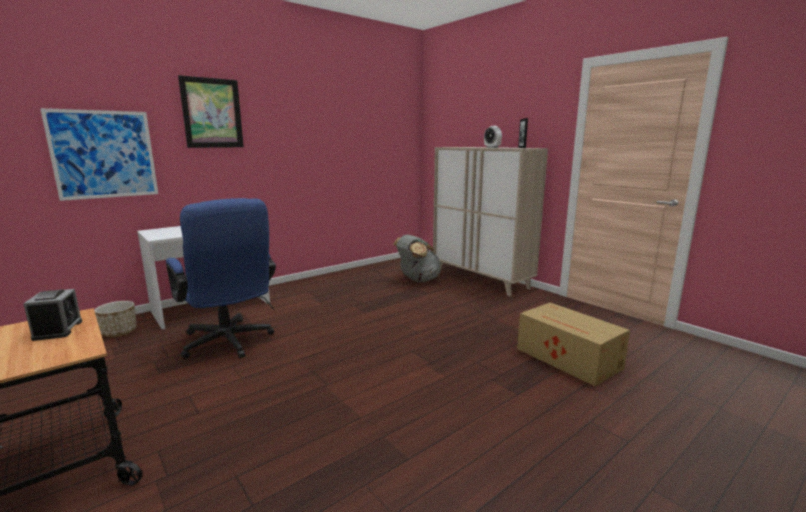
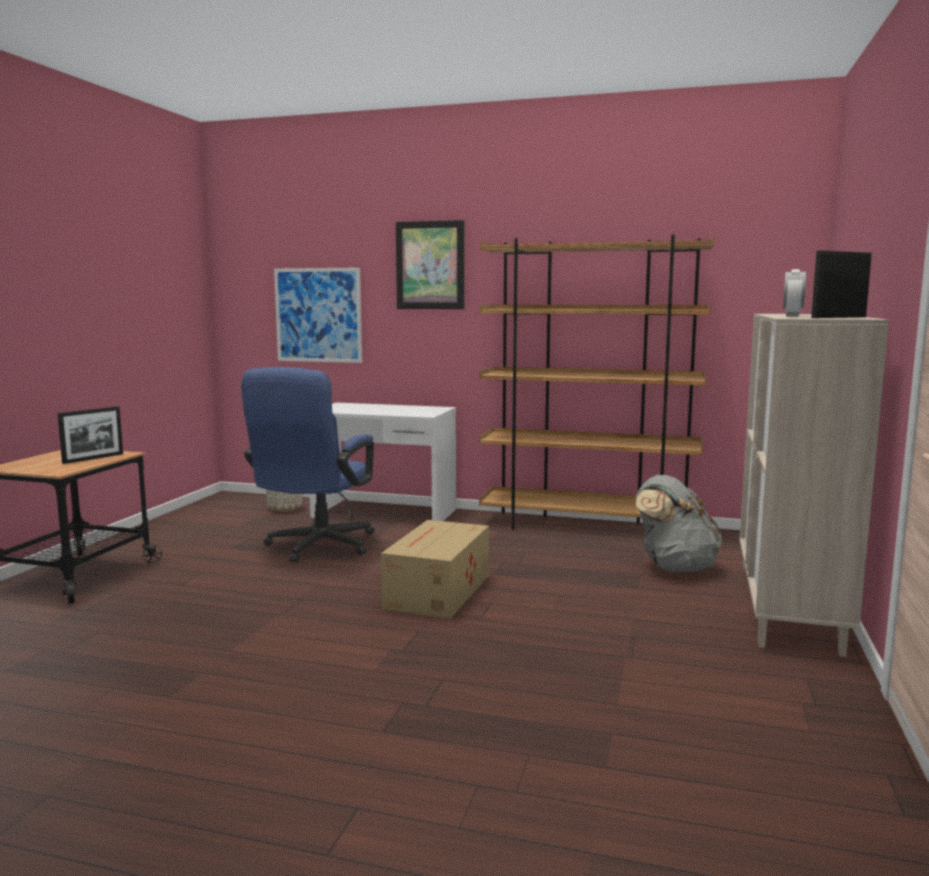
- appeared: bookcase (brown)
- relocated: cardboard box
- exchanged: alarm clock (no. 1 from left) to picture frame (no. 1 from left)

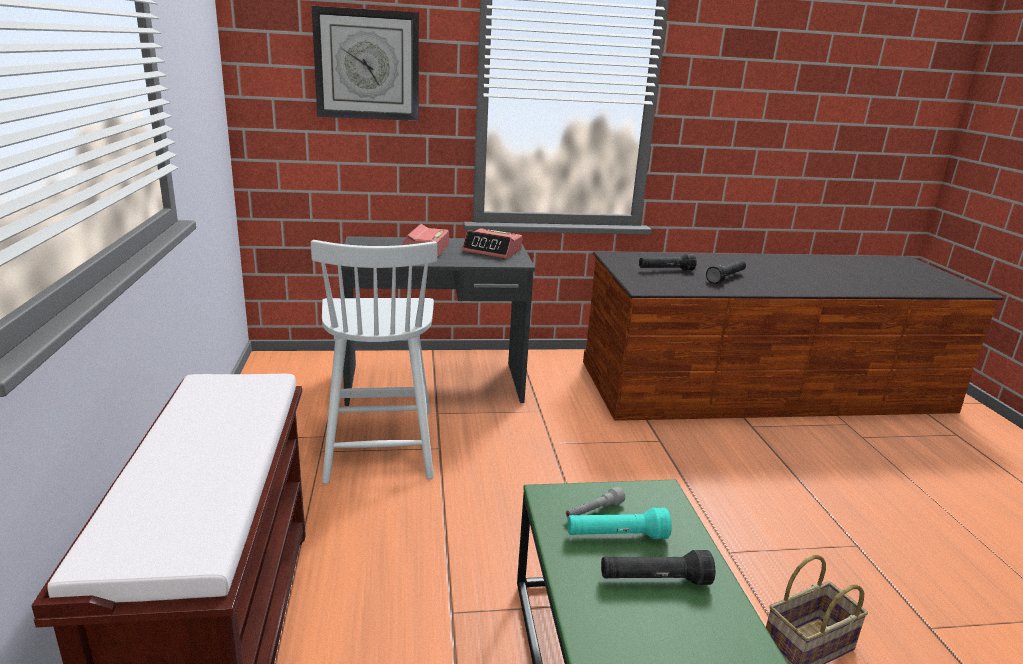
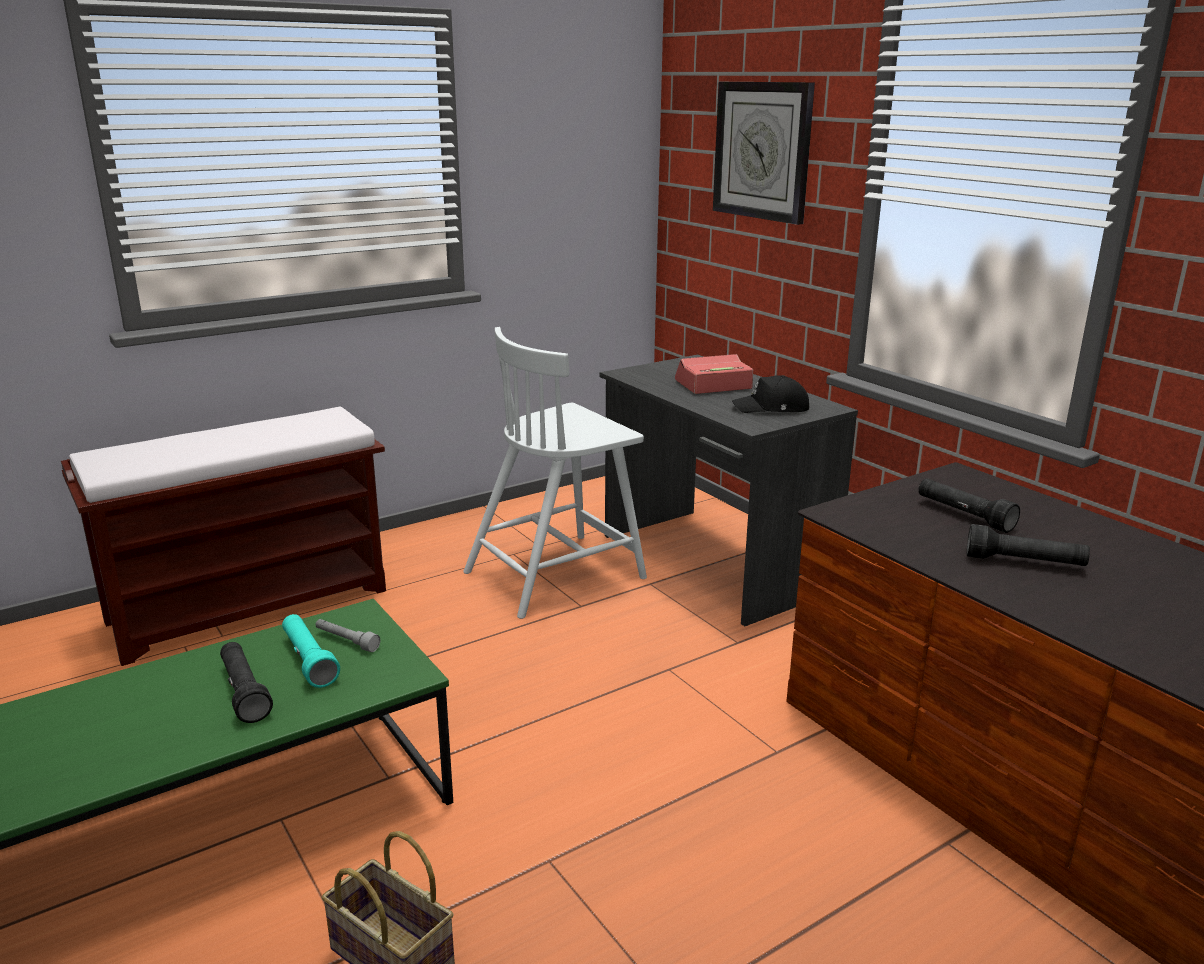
- exchanged: alarm clock (no. 2 from left) to cap (black)

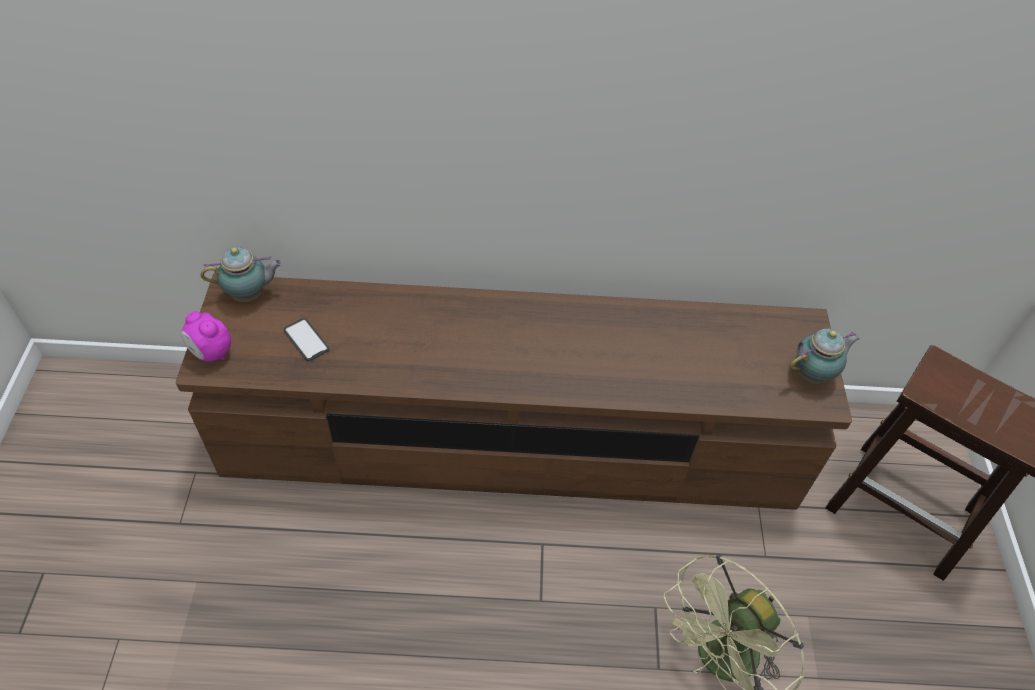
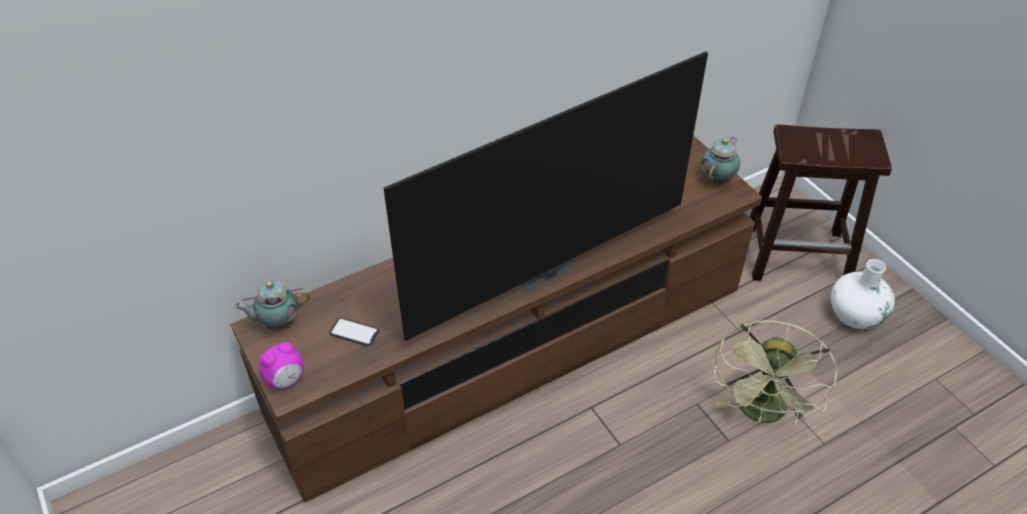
- appeared: television
- appeared: vase (white)
- spun: alarm clock 45 degrees counterclockwise
- spun: teapot (no. 1 from left) 150 degrees counterclockwise

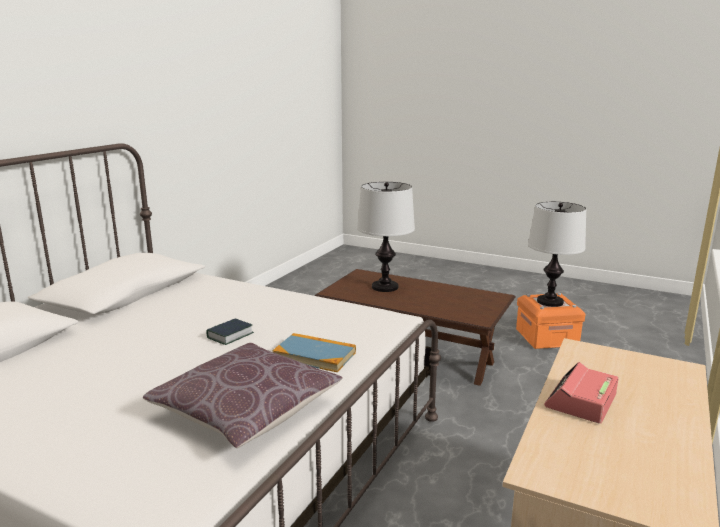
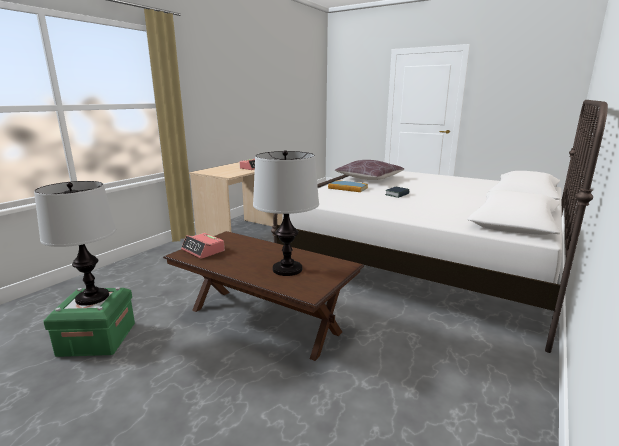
- appeared: alarm clock (no. 1 from left)
- colour: storage box (orange) to storage box (green)

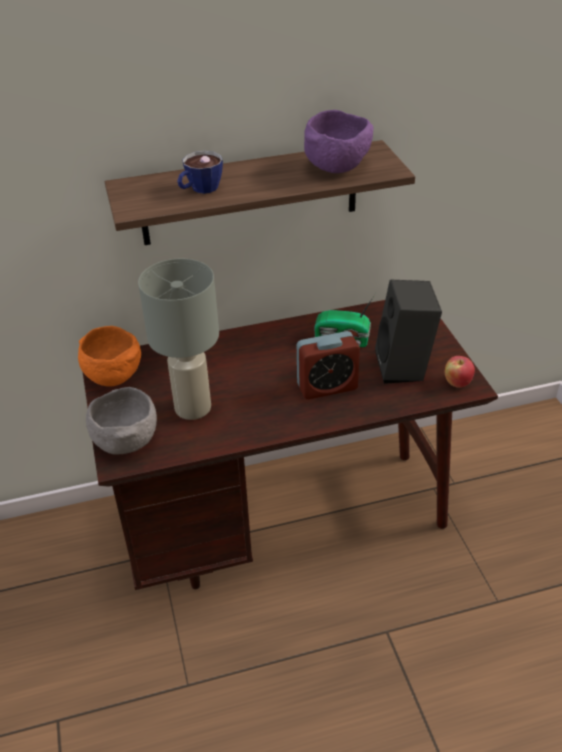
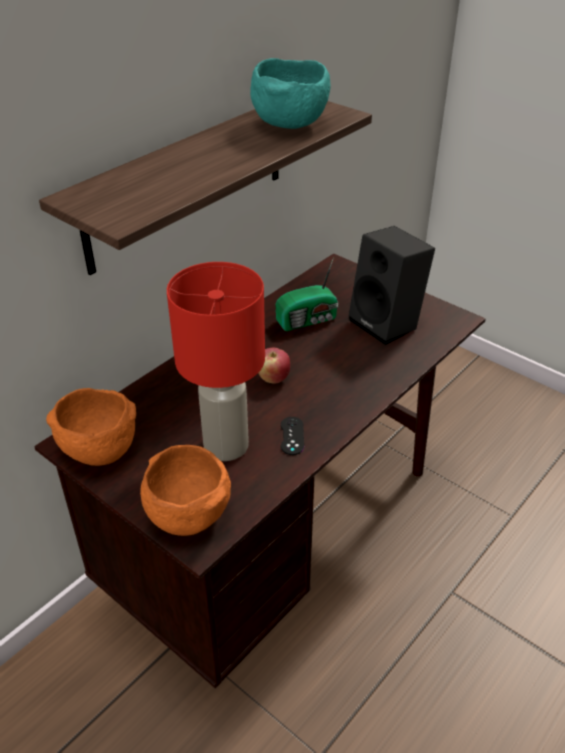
- missing: cup
- missing: alarm clock
- appeared: game controller (black)
- relocated: apple
- colour: bowl (grey) to bowl (orange) (no. 2 from left)
- colour: table lamp (grey) to table lamp (red)
- colour: bowl (purple) to bowl (turquoise)

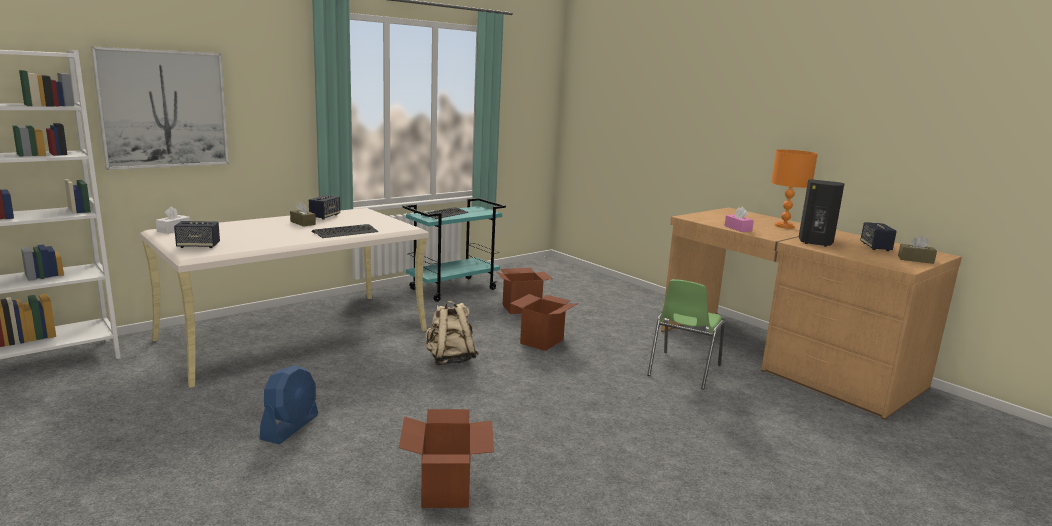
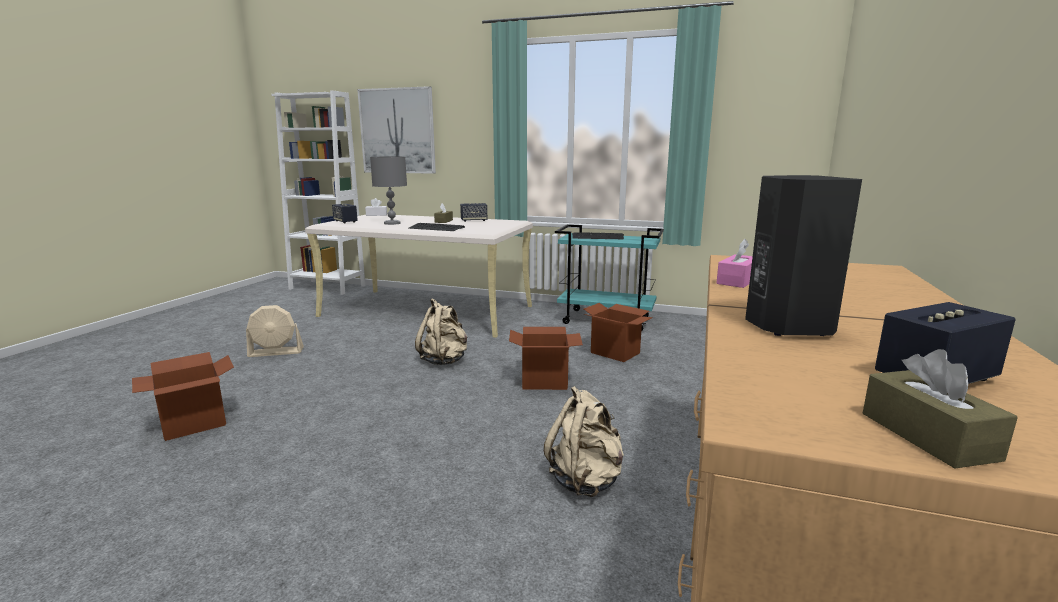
- missing: table lamp (orange)
- appeared: table lamp (grey)
- exchanged: chair (green) to backpack (beige) (no. 2 from left)
- colour: fan (blue) to fan (beige)

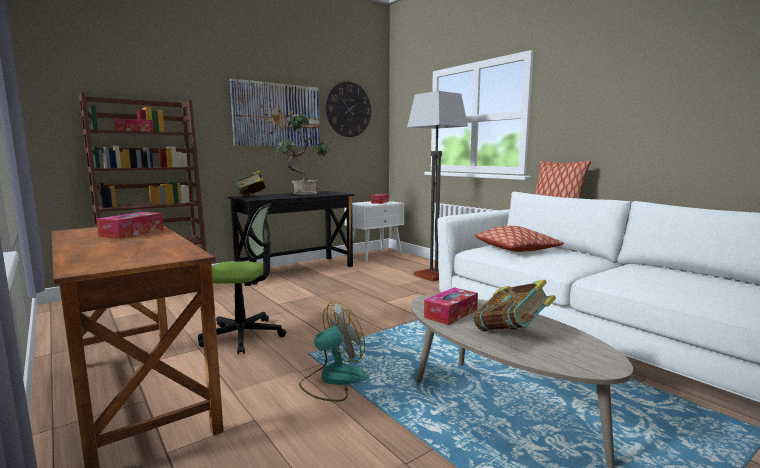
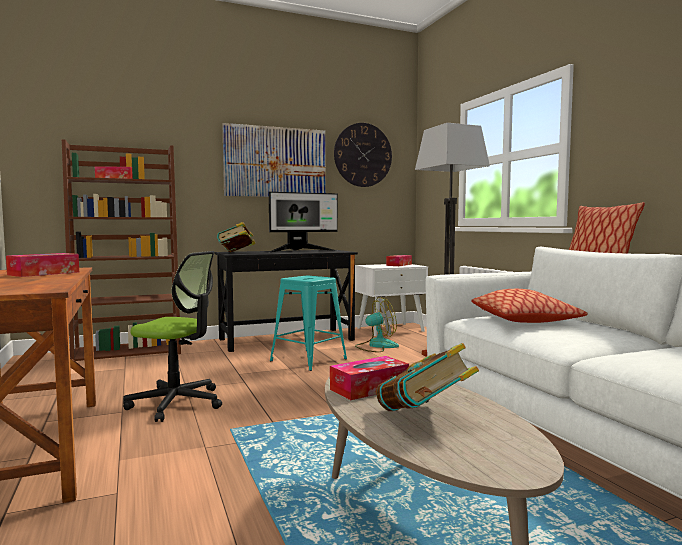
- appeared: stool (turquoise)
- relocated: fan
- exchanged: potted plant to monitor

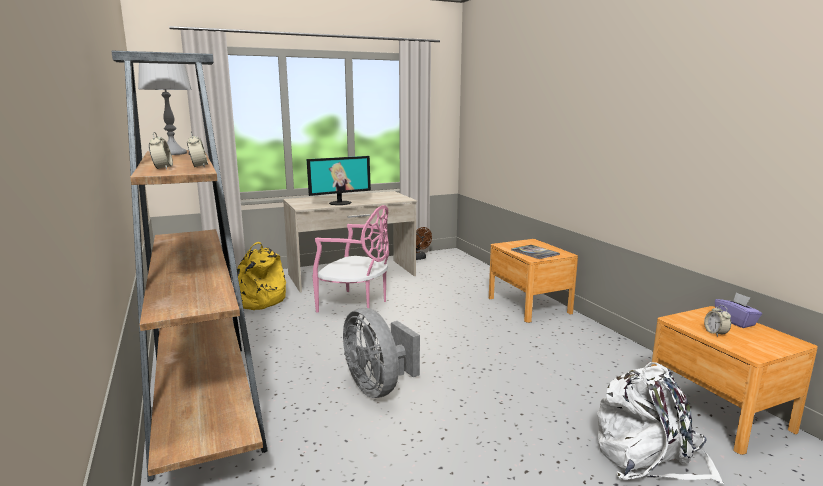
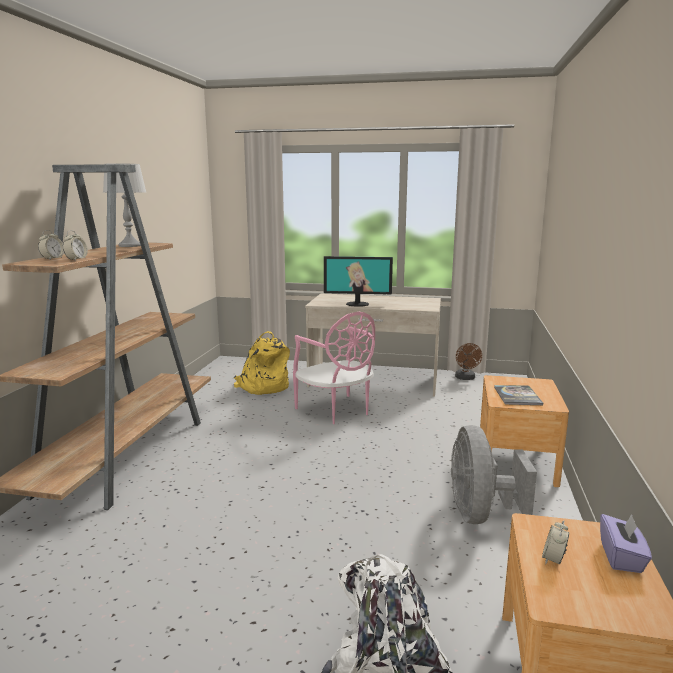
- relocated: fan (grey)

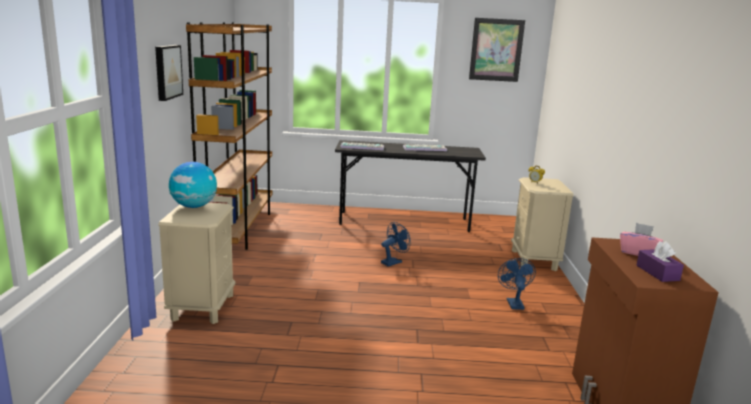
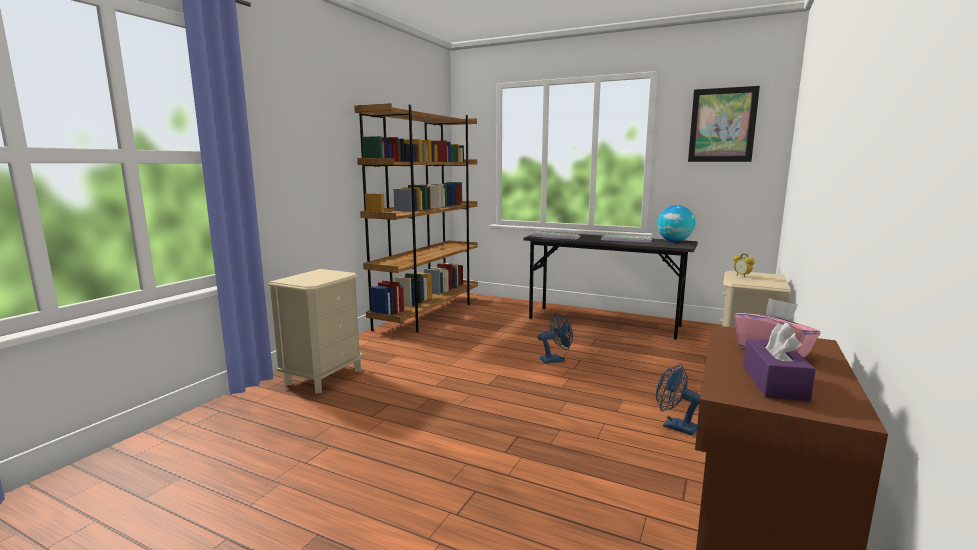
- missing: picture (no. 1 from left)
- relocated: globe
- spun: fan (blue) (no. 2 from left) 75 degrees counterclockwise

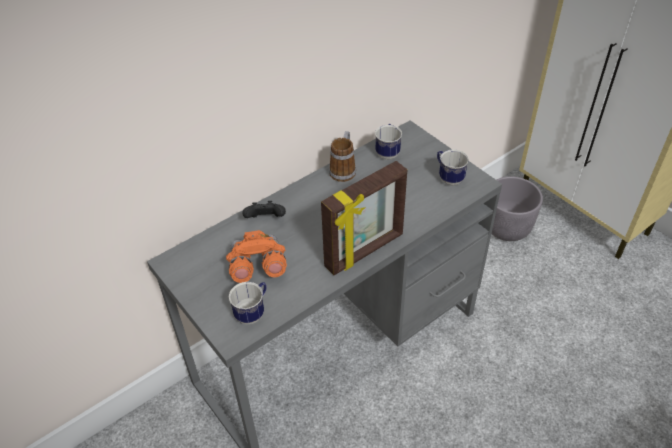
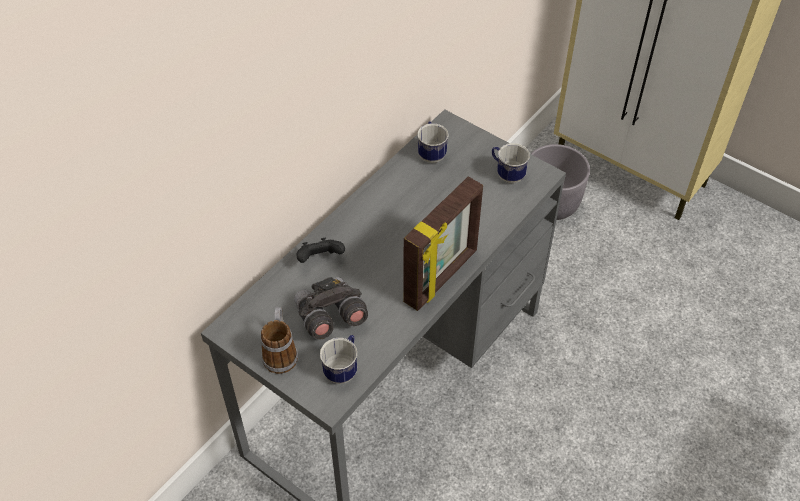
- relocated: mug (no. 2 from left in the first image) to mug (no. 1 from left)
- colour: binoculars (orange) to binoculars (grey)

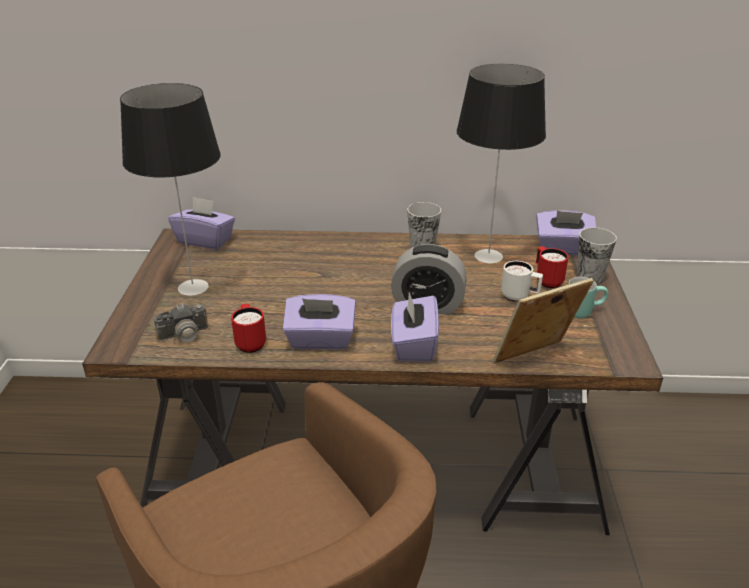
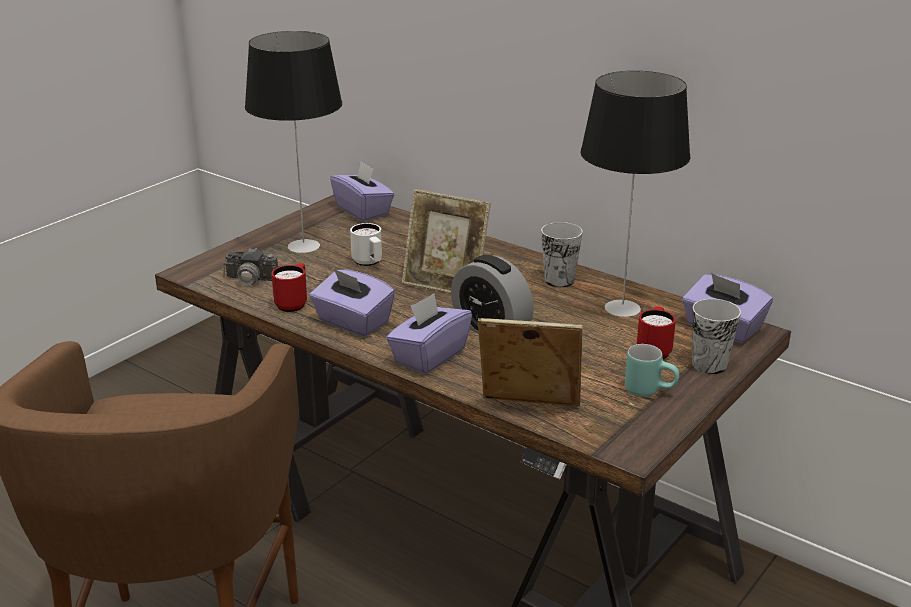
- appeared: picture frame (no. 1 from left)
- relocated: mug (white)

